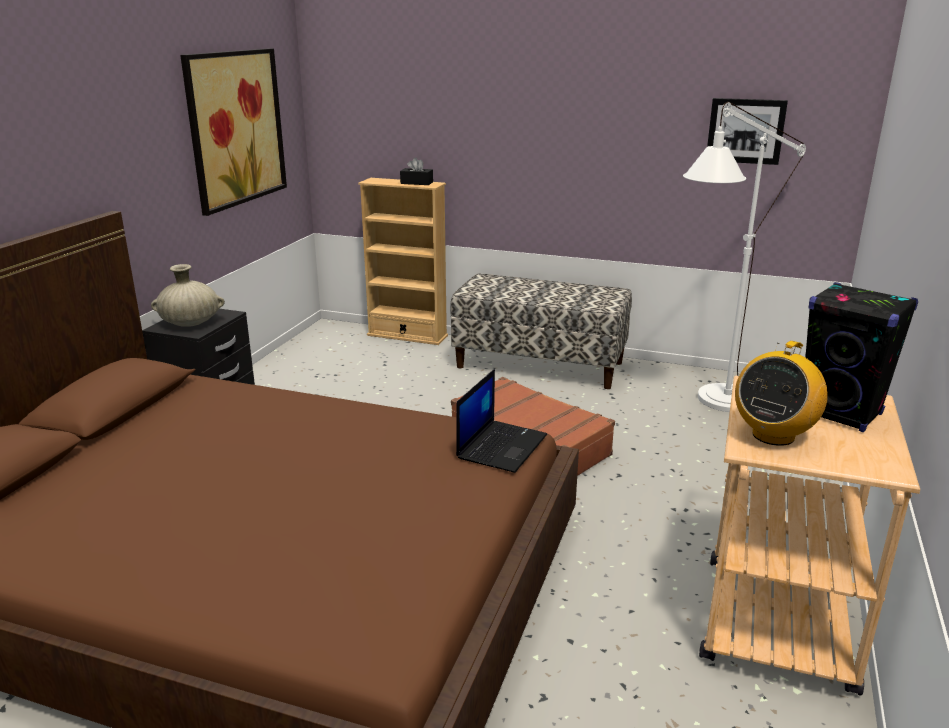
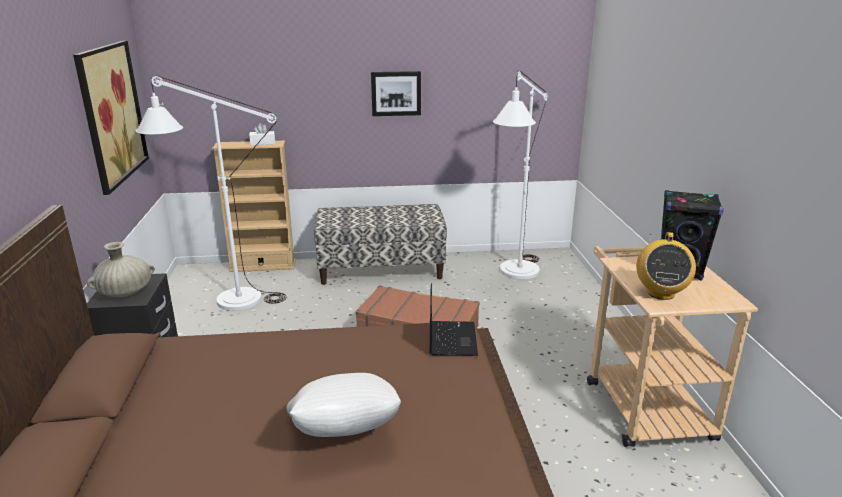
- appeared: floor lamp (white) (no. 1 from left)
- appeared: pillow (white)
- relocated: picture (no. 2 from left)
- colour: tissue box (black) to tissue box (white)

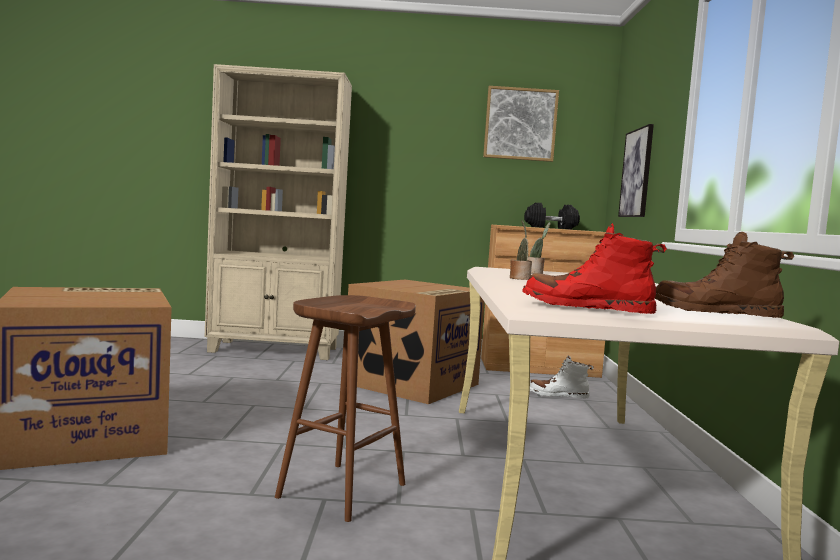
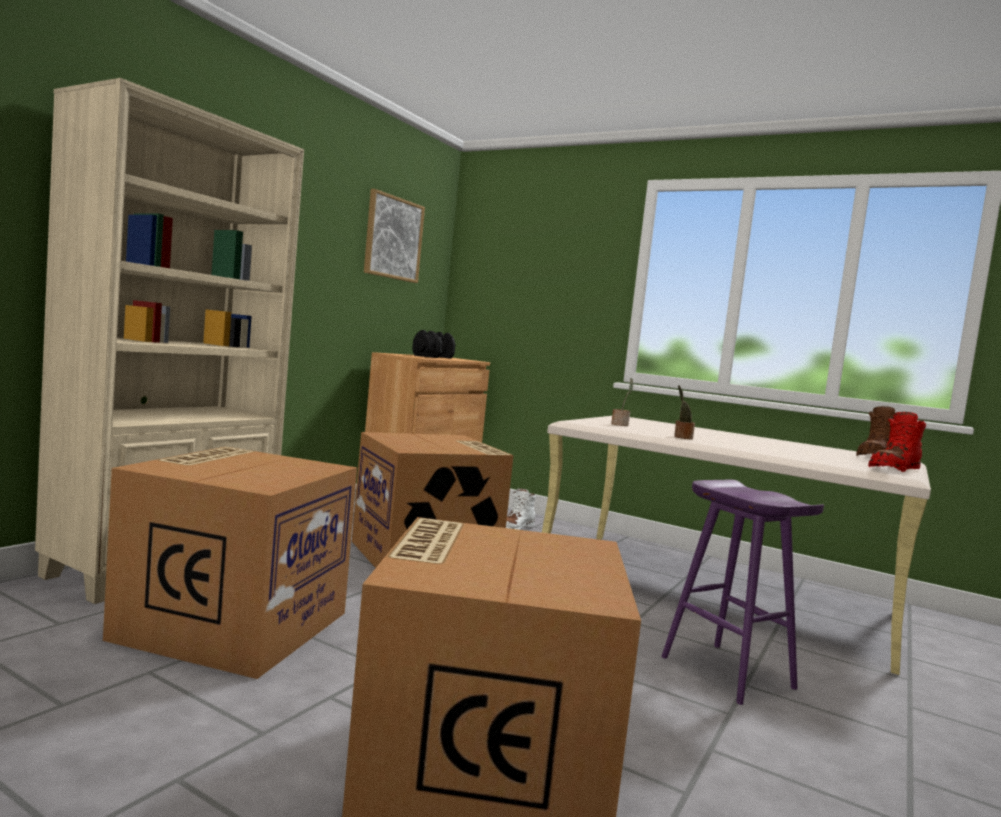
- missing: picture (no. 2 from left)
- appeared: cardboard box (no. 1 from left)
- colour: stool (brown) to stool (purple)

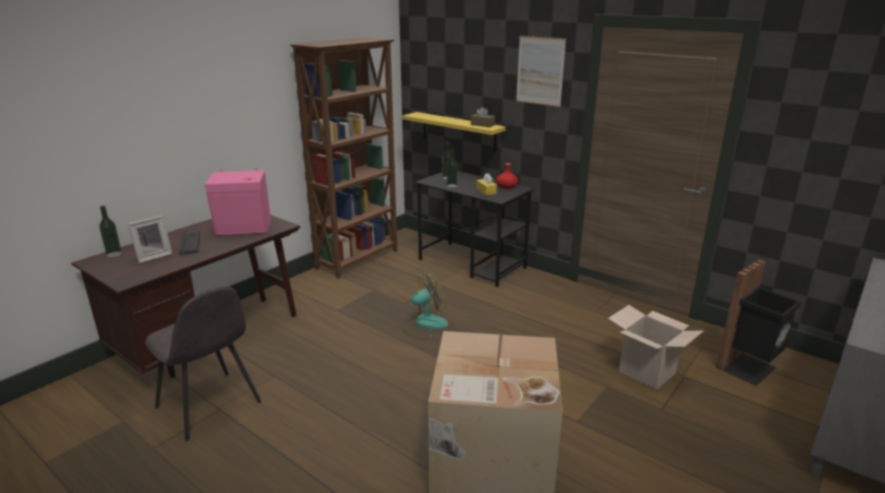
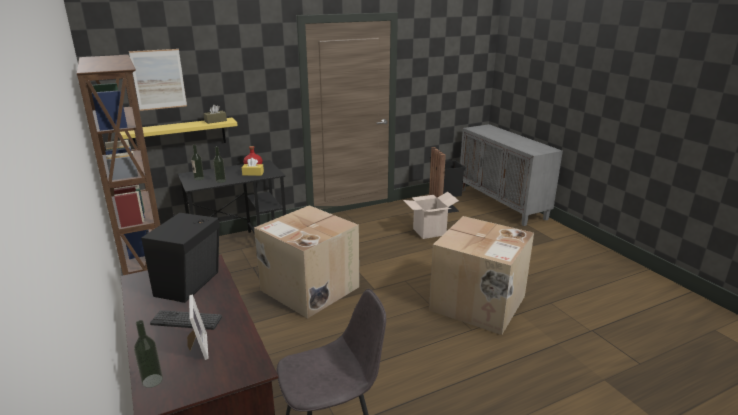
- relocated: picture
- exchanged: fan to cardboard box (no. 1 from left)
- colour: speaker (pink) to speaker (black)

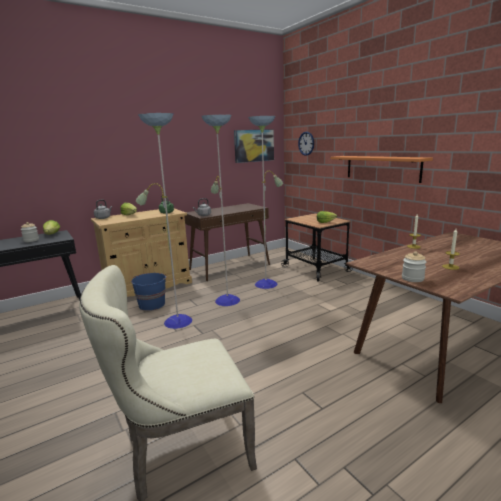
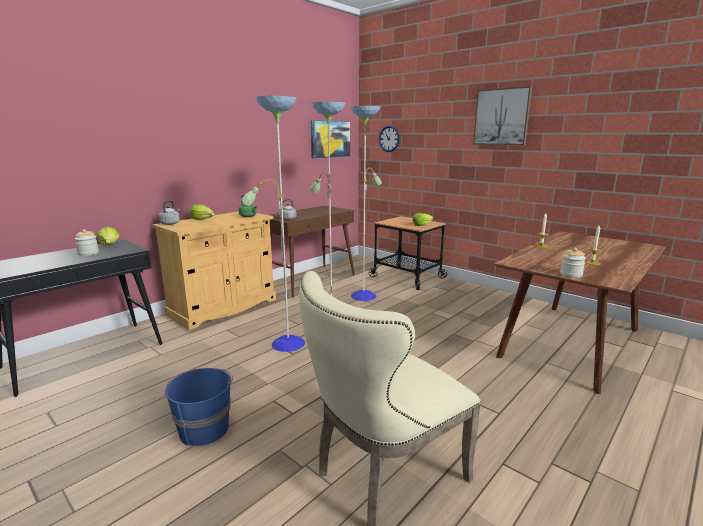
- missing: shelf (orange)
- appeared: picture (no. 2 from left)
- relocated: bucket (blue)

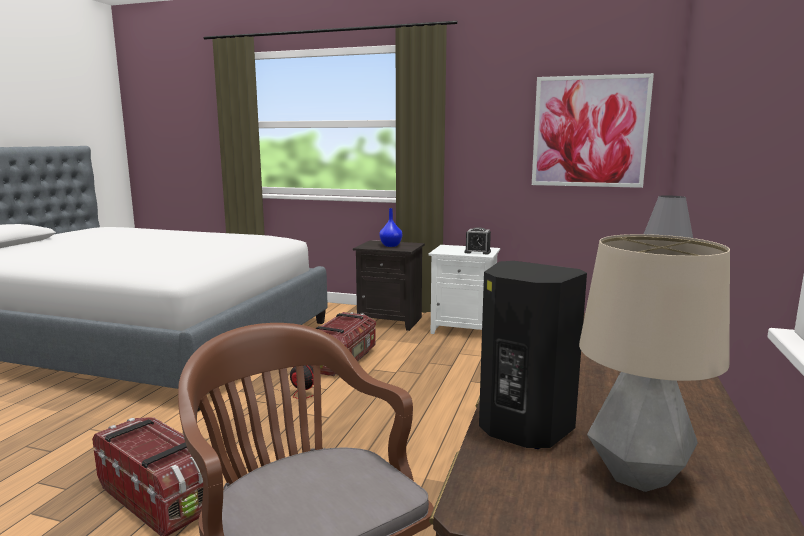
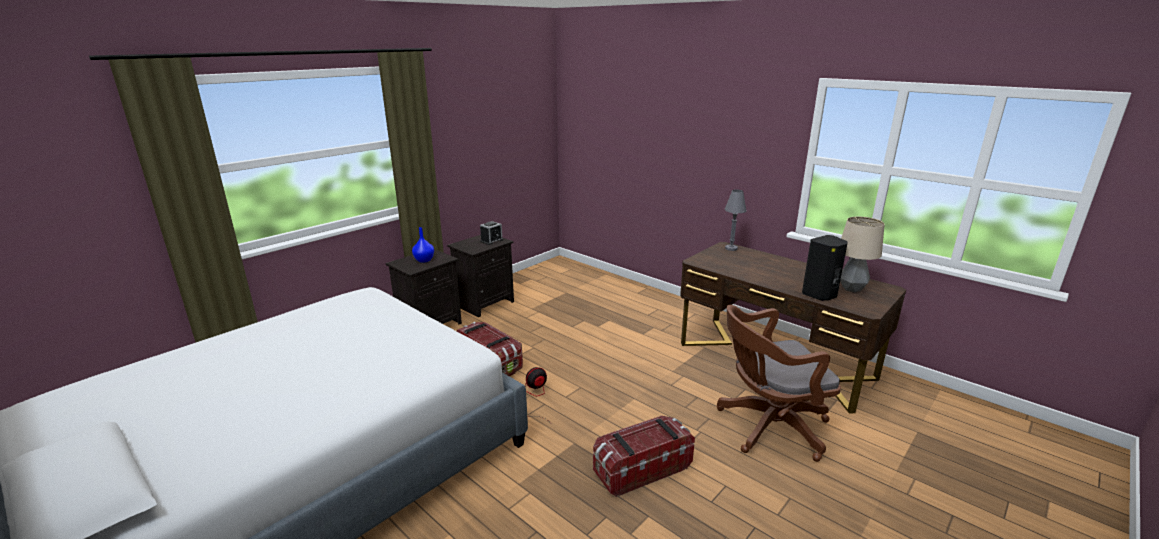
- missing: picture
- colour: nightstand (white) to nightstand (black) (no. 2 from left)

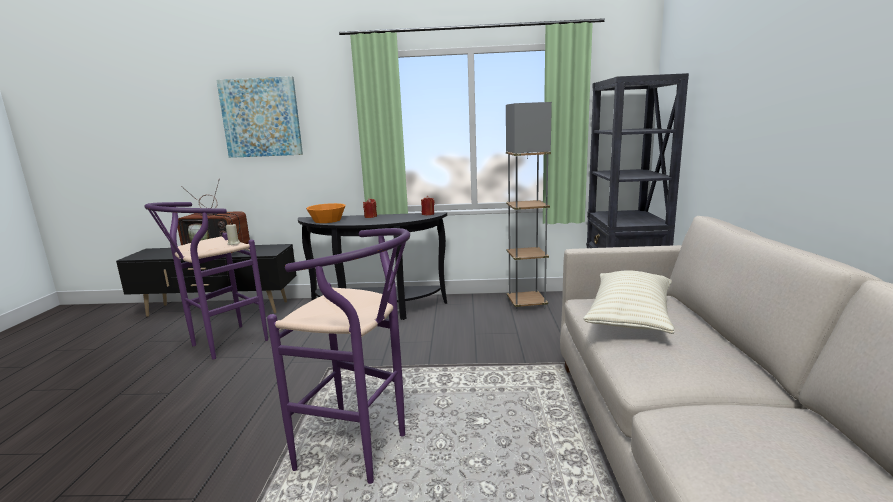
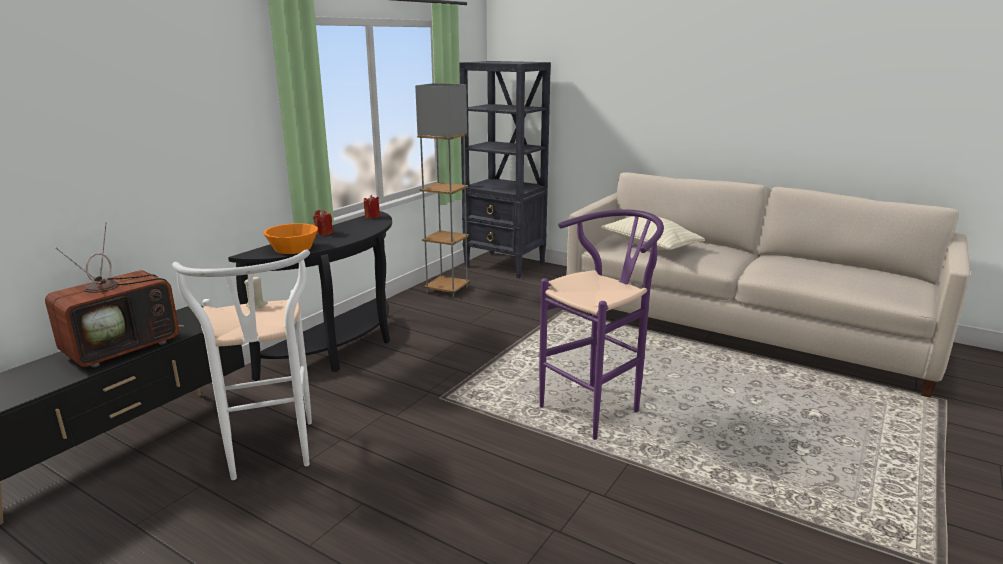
- missing: picture
- colour: stool (purple) (no. 1 from left) to stool (white)

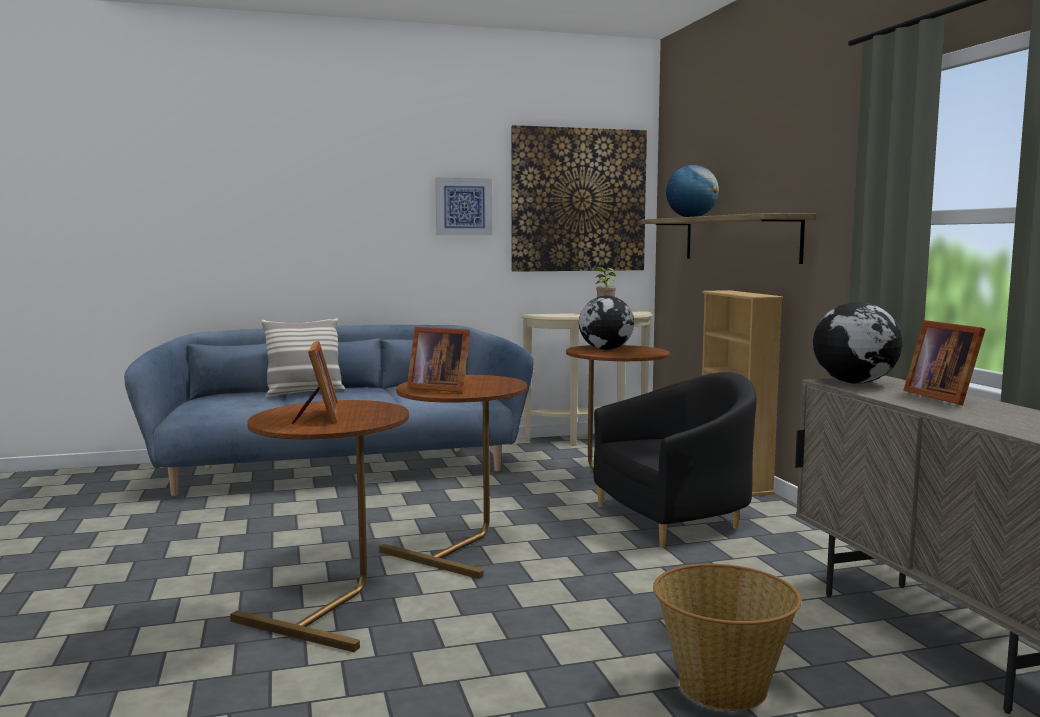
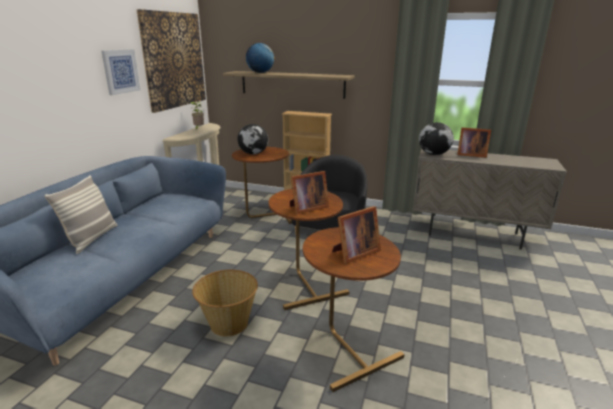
- relocated: basket
- spun: picture frame (no. 1 from left in the first image) 120 degrees clockwise

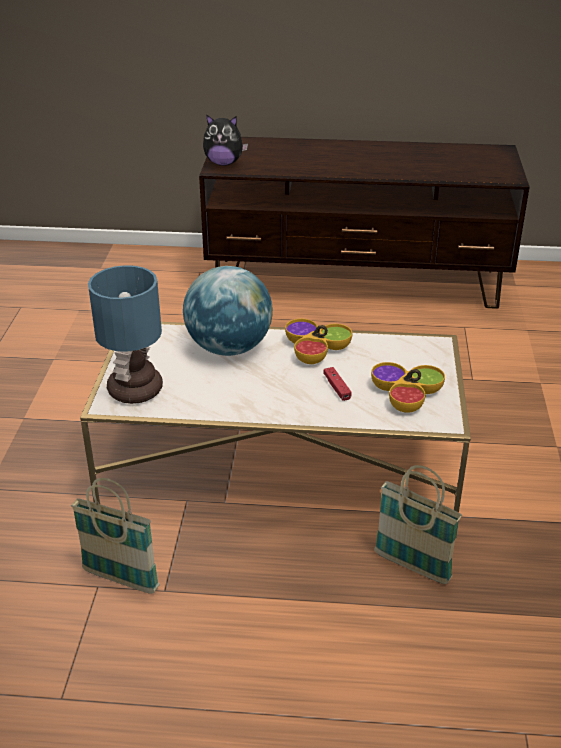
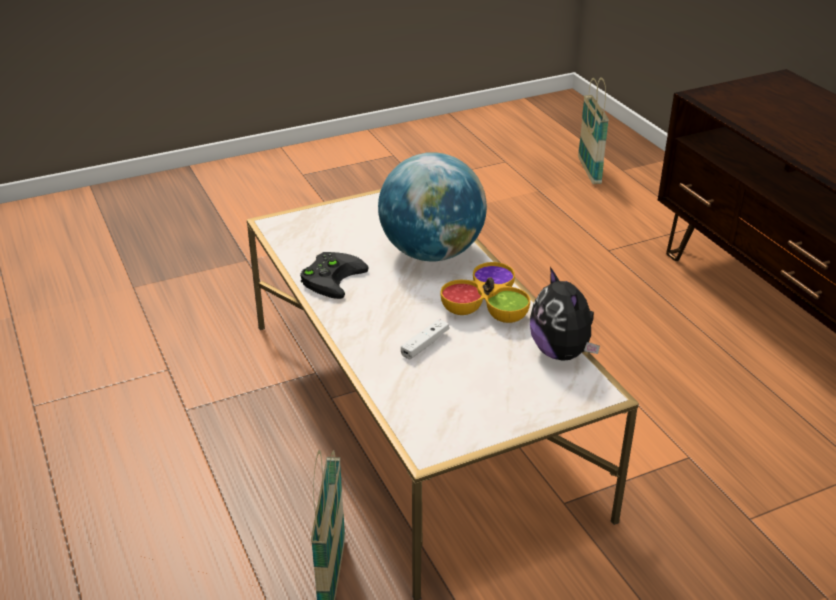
- missing: table lamp
- missing: bowl (no. 2 from left)
- appeared: game controller (black)
- relocated: basket (no. 1 from left in the first image) to basket (no. 2 from left)
- relocated: plush toy
- colour: game controller (red) to game controller (white)

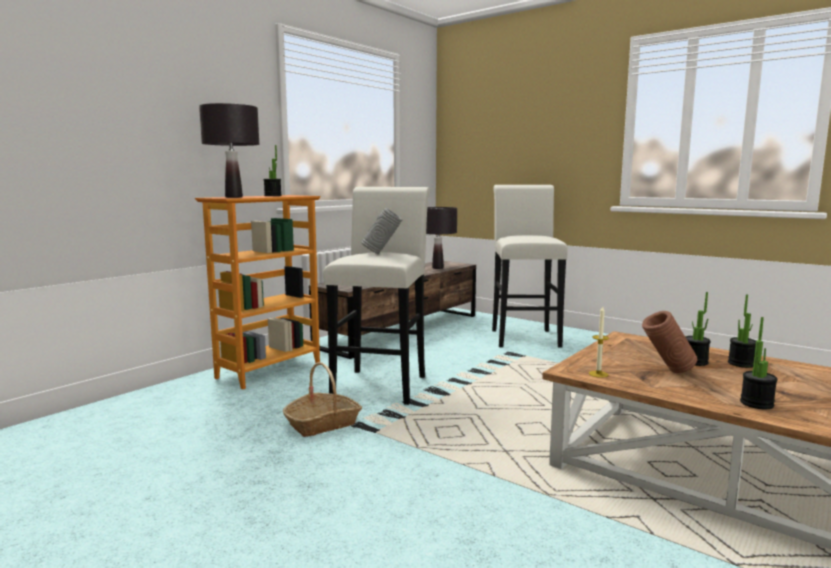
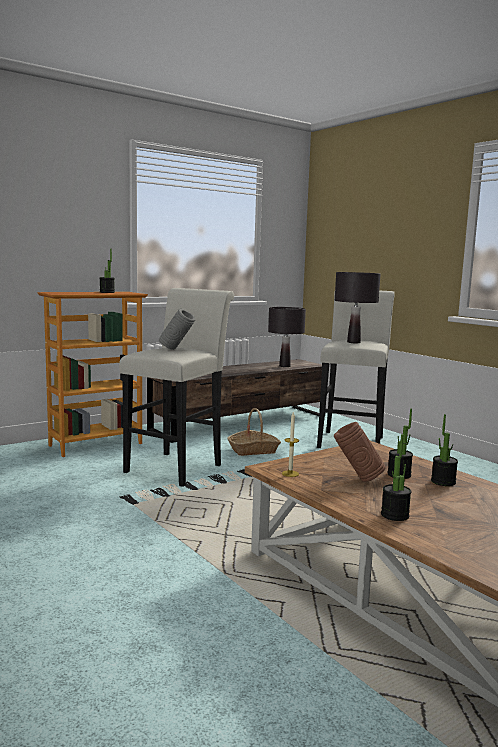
- relocated: table lamp (black) (no. 1 from left in the first image) to table lamp (black) (no. 2 from left)
- relocated: basket

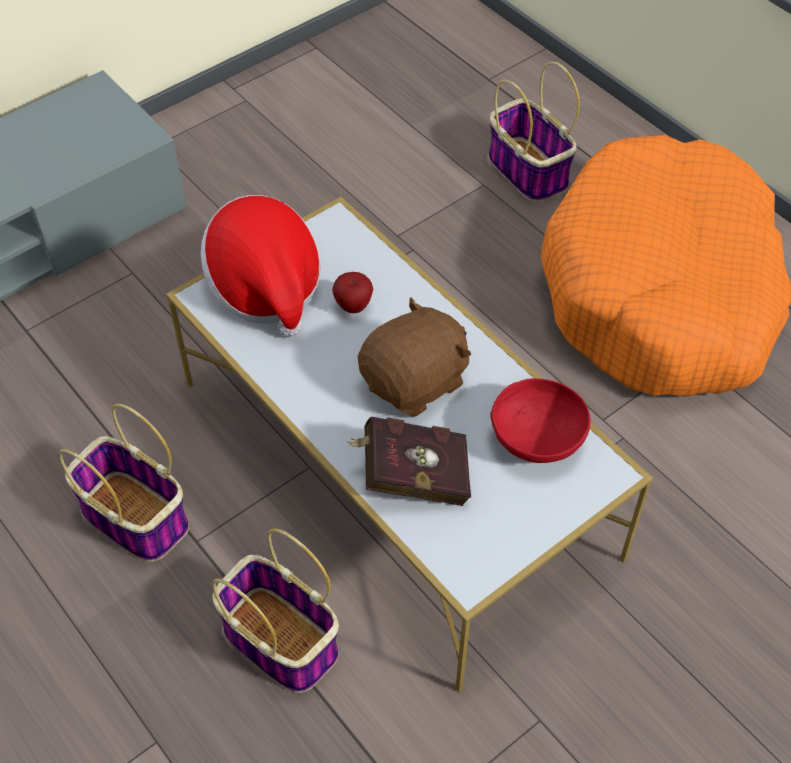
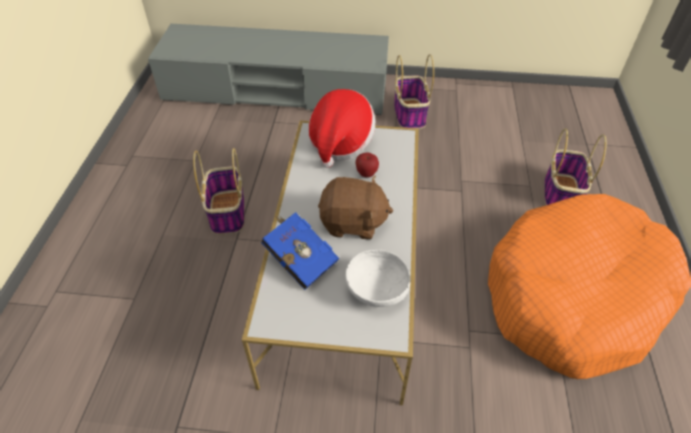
- relocated: basket (no. 2 from left)
- colour: book (red) to book (blue)
- colour: bowl (red) to bowl (white)

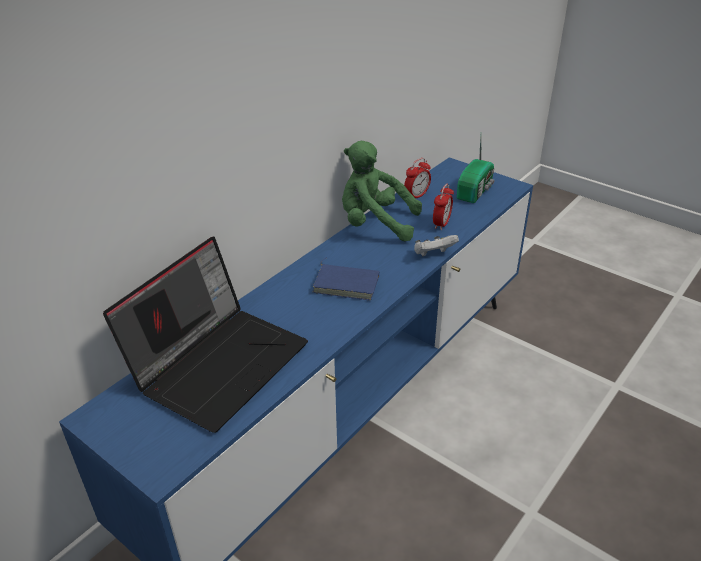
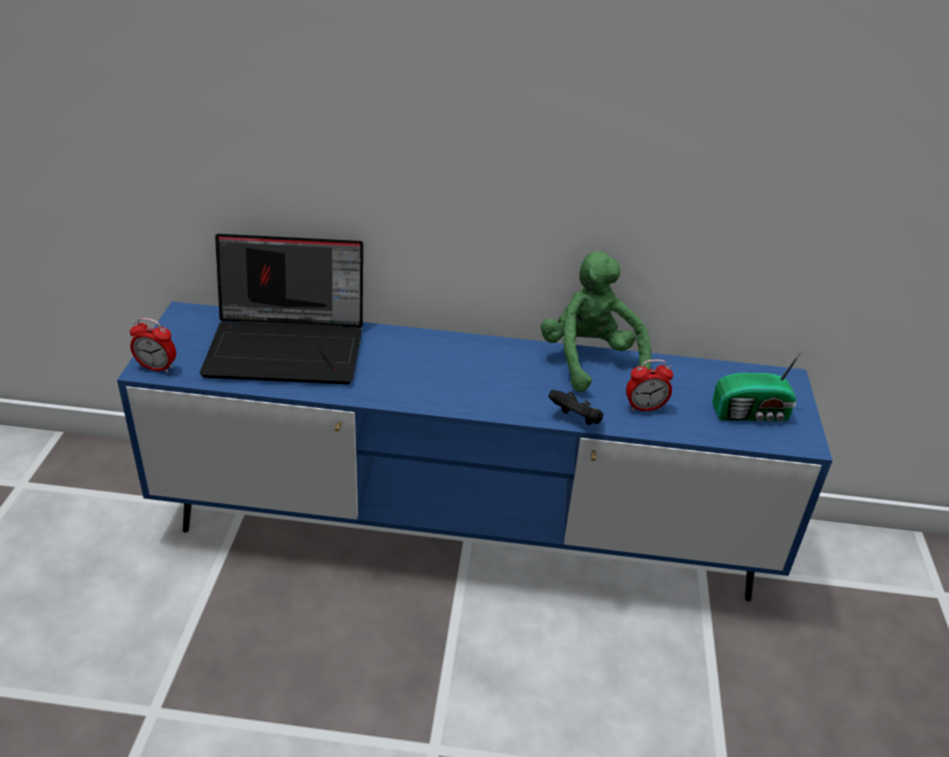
- missing: book (blue)
- relocated: alarm clock (no. 1 from left)
- colour: game controller (white) to game controller (black)

